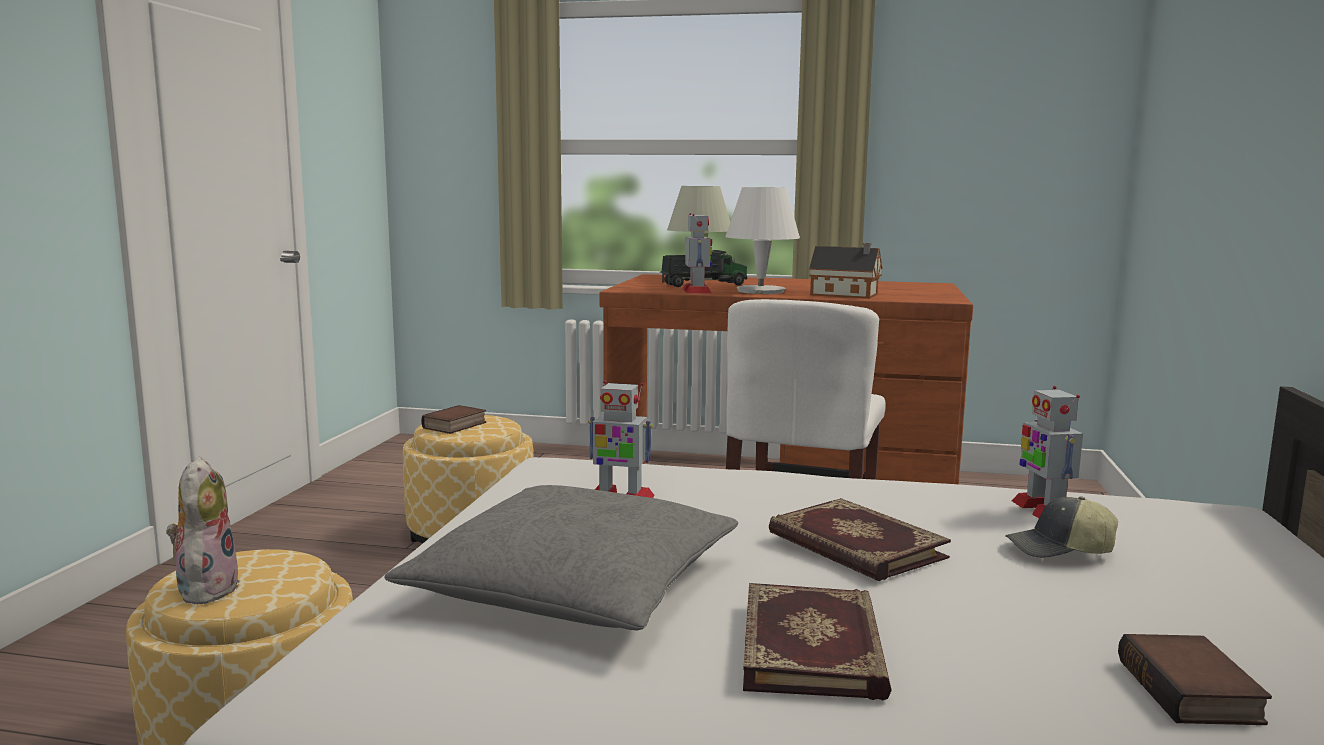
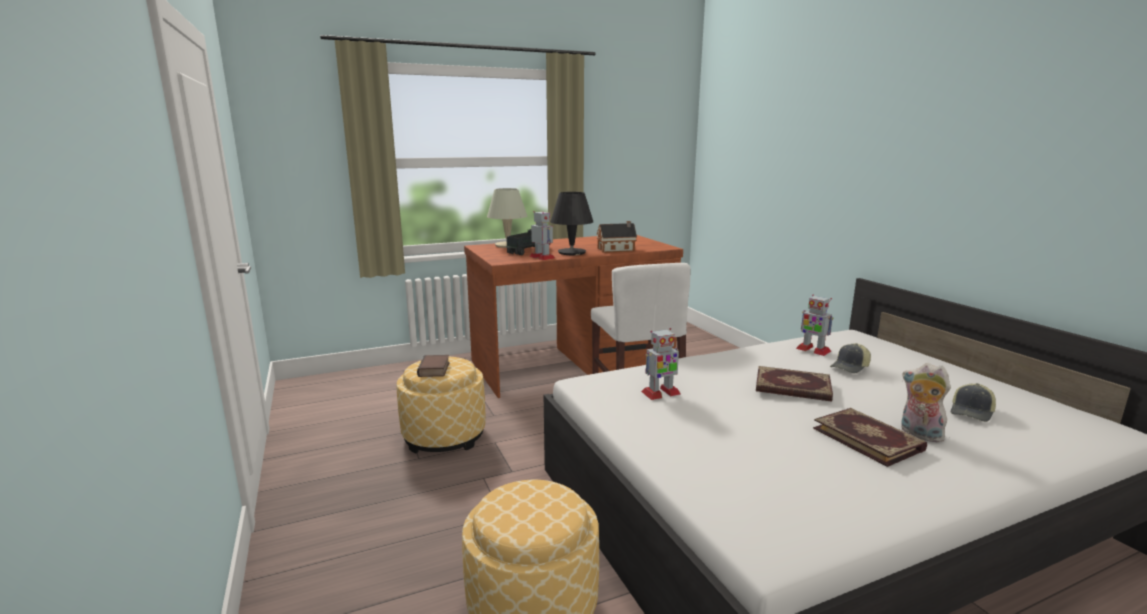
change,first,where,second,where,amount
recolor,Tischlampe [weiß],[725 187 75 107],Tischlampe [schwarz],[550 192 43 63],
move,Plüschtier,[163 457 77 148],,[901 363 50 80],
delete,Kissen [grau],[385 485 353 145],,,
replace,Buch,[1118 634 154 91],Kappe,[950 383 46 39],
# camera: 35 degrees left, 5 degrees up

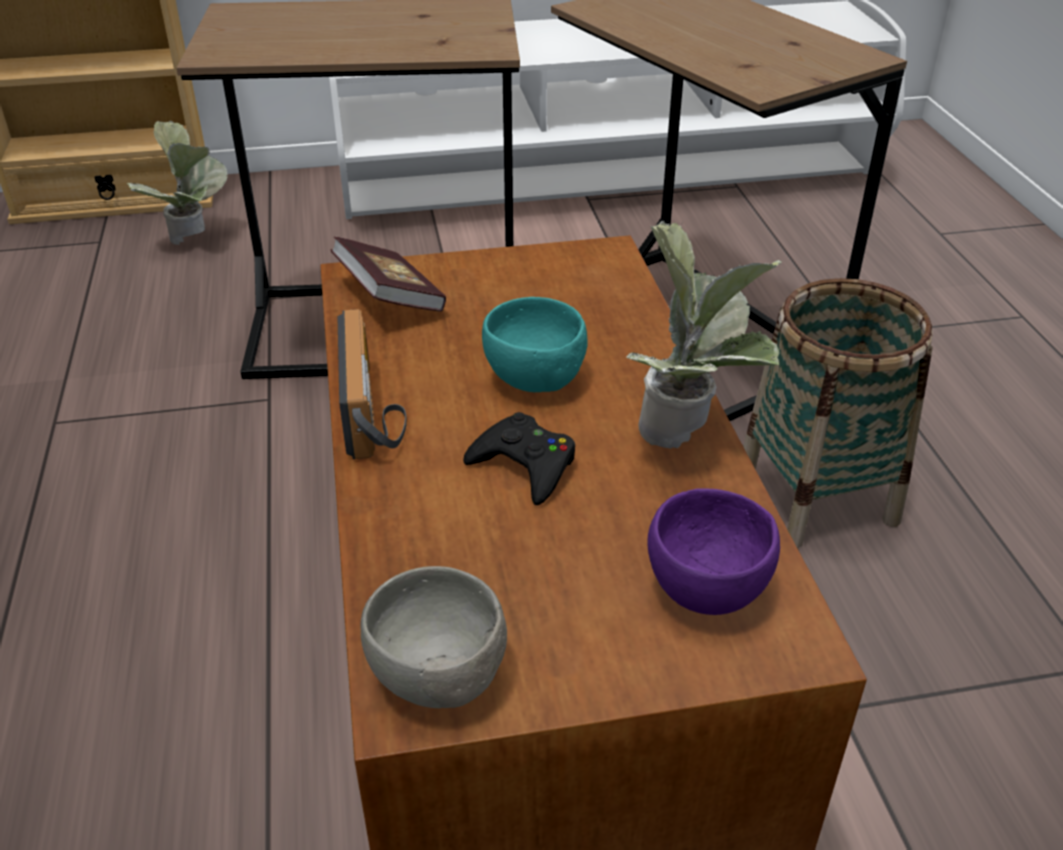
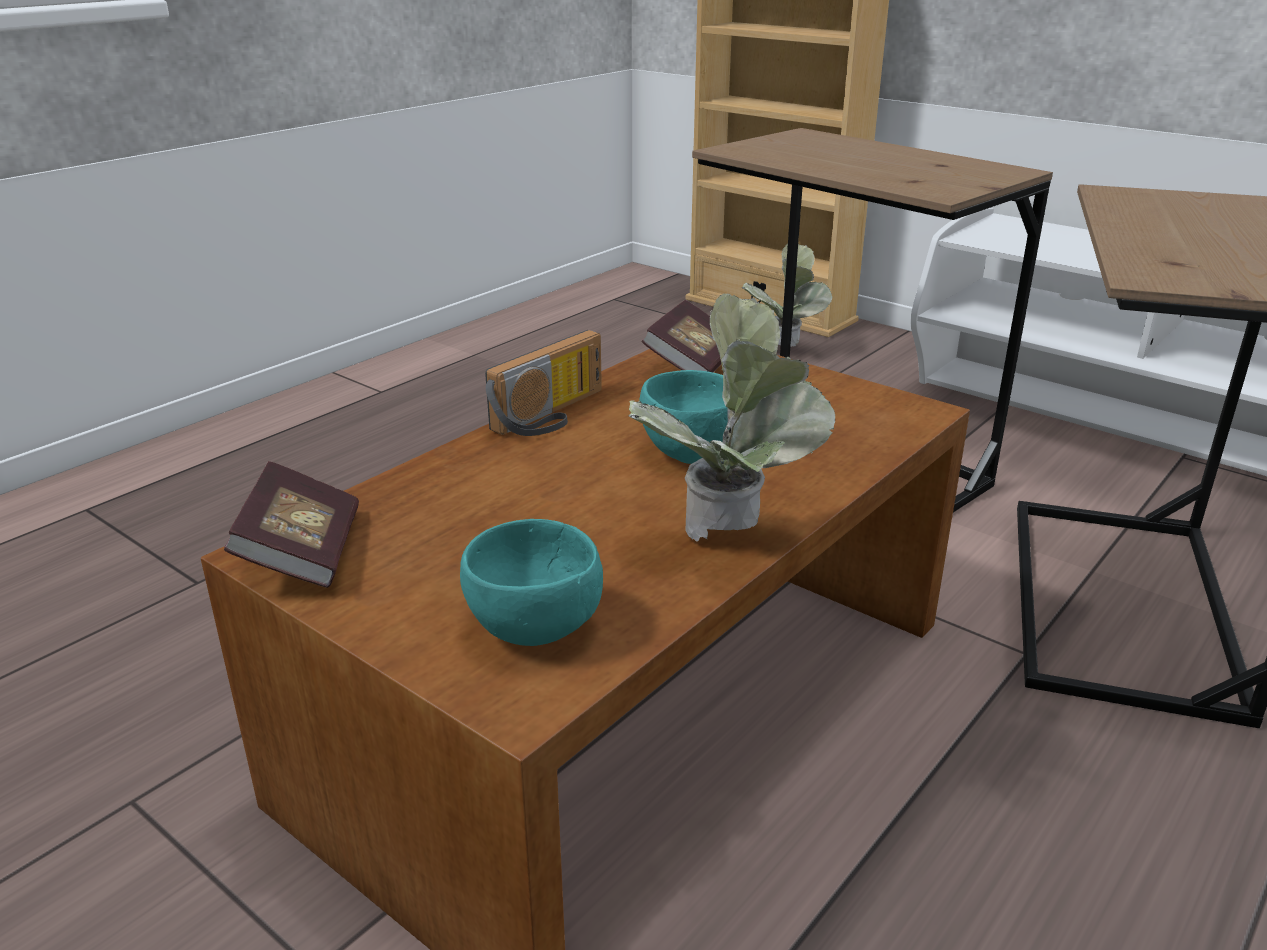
change,first,where,second,where,amount
delete,Korb,[743 278 190 270],,,
delete,Gamepad [schwarz],[463 412 112 93],,,
recolor,Schüssel [lila],[647 488 133 127],Schüssel [türkis],[460 519 143 127],
replace,Schüssel [grau],[361 566 146 142],Buch,[224 461 135 127],
# camera: 50 degrees right, 10 degrees down

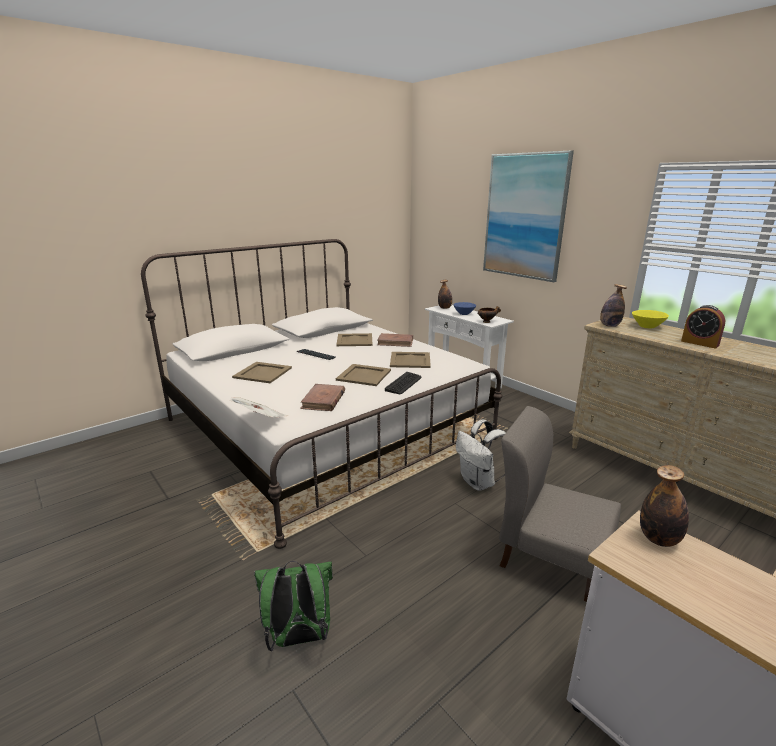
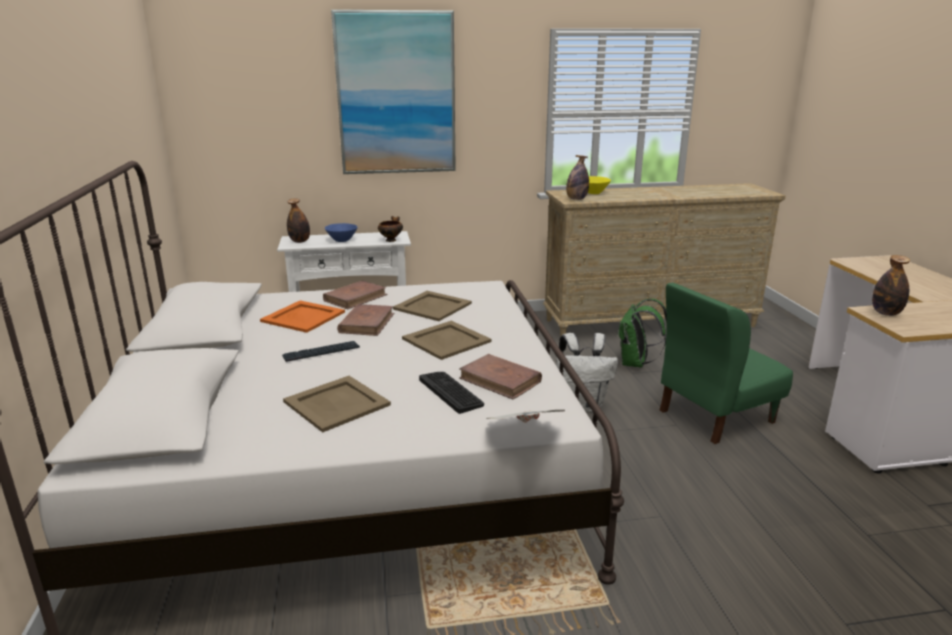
change,first,where,second,where,amount
delete,Wecker,[681 305 44 43],,,
recolor,Tablett [beige],[336 333 37 13],Tablett [orange],[260 300 85 33],
move,Tastatur,[385 372 37 22],,[419 372 65 42],
recolor,Stuhl [grau],[499 406 122 196],Stuhl [grün],[660 283 133 161],
move,Rucksack [grün],[254 561 79 90],,[618 299 48 69],
insert,,,Buch [braun],[337 304 57 32],
# camera: 60 degrees left, 0 degrees up

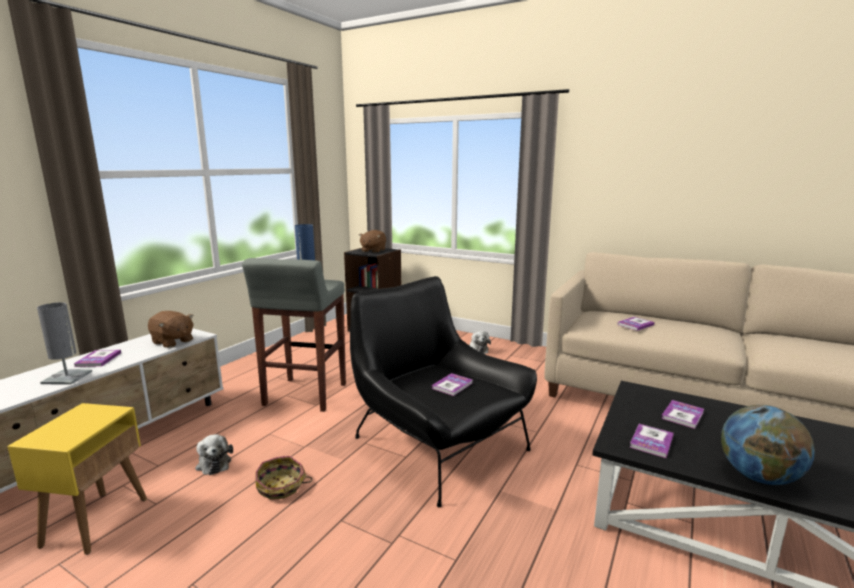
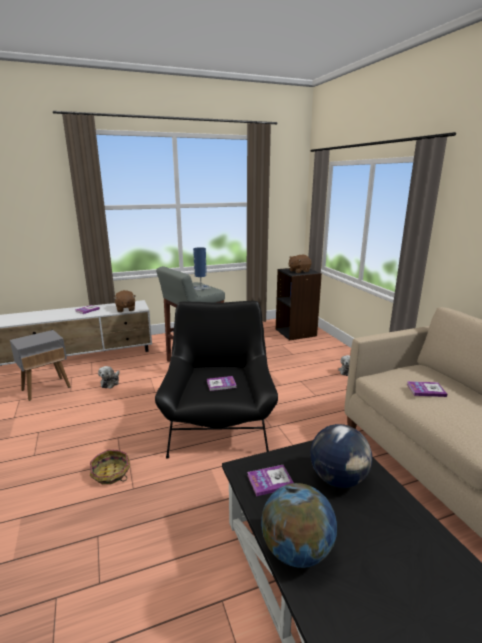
change,first,where,second,where,amount
delete,Tischlampe [grau],[37 302 55 83],,,
replace,Buch,[661 400 43 29],Globus,[310 424 62 64],
recolor,Beistelltisch [gelb],[7 403 140 152],Beistelltisch [grau],[10 330 61 71],
move,Korb,[255 456 57 44],,[90 450 40 34],
# camera: 40 degrees right, 5 degrees up

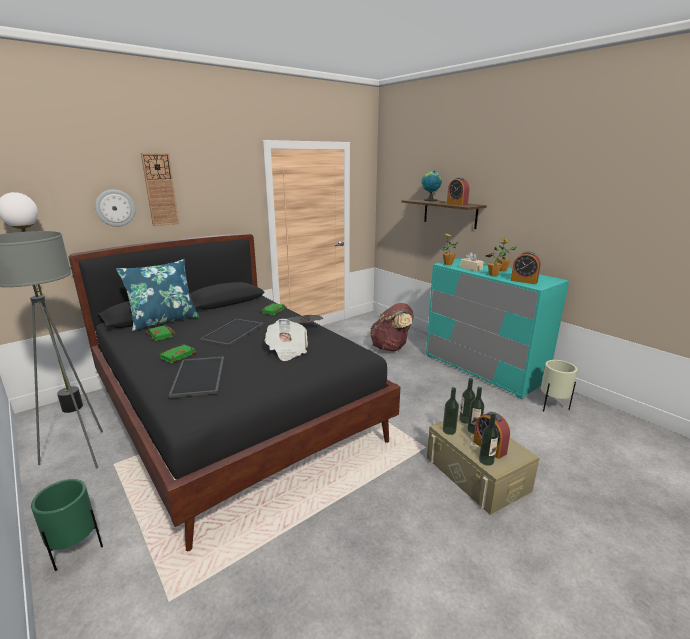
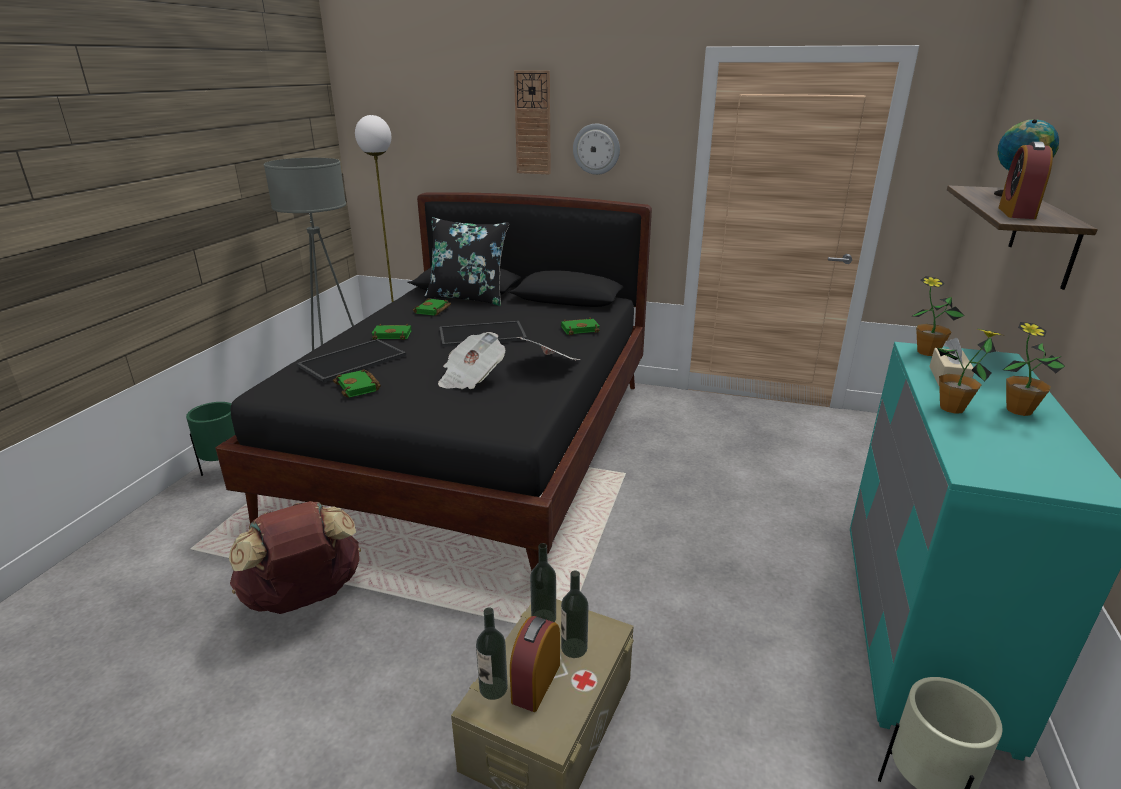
change,first,where,second,where,amount
move,Wanduhr,[95 189 41 38],,[573 124 47 51],
delete,Wecker,[511 252 29 32],,,
recolor,Kissen [blau],[116 259 83 73],Kissen [schwarz],[424 217 85 89],
move,Rucksack [braun],[370 303 44 49],,[229 501 132 113],
delete,Flasche,[459 378 17 46],,,
insert,,,Buch [grün],[333 369 48 28],
# camera: 55 degrees right, 5 degrees up

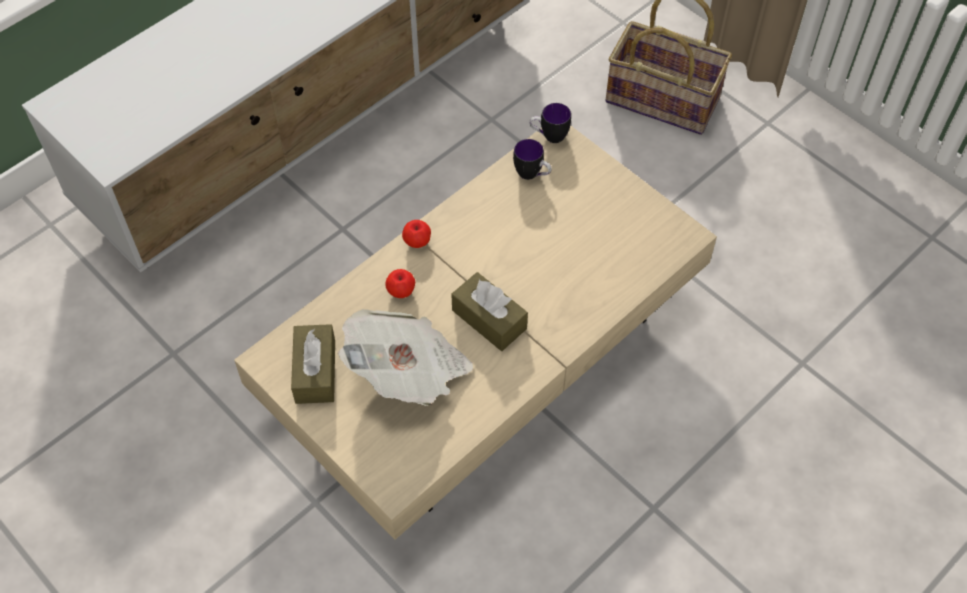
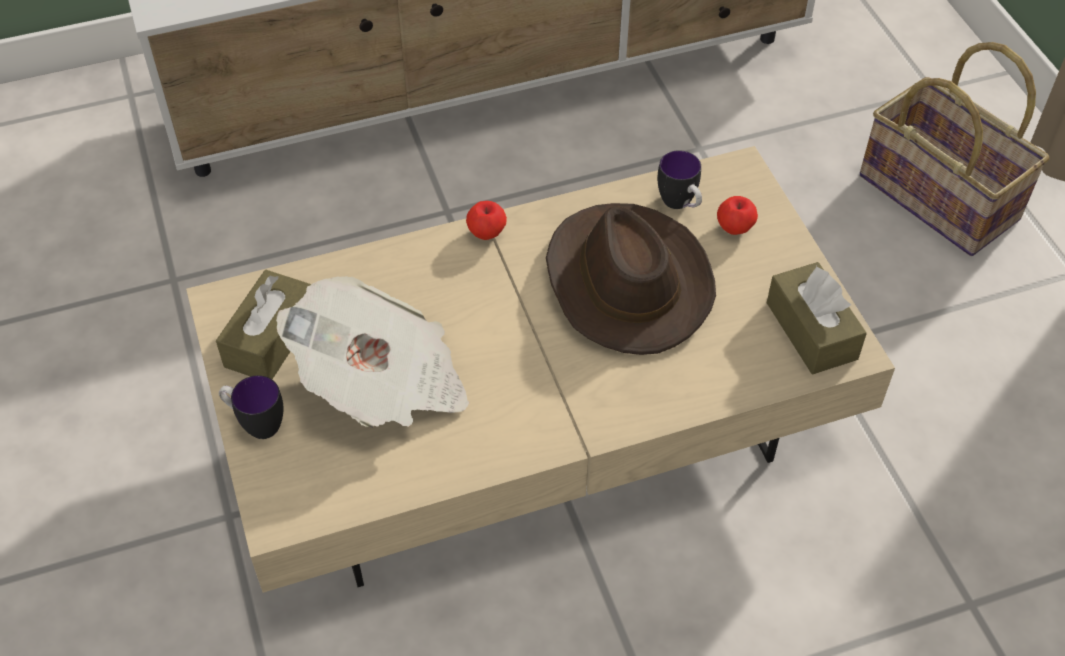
change,first,where,second,where,amount
move,Henkelbecher,[529 103 42 40],,[219 375 65 64],
move,Apfel,[385 269 30 29],,[717 196 41 39],
move,Taschentuchbox [braun],[451 272 77 79],,[767 262 100 112],
insert,,,Hut [braun],[546 203 170 152],
# camera: 25 degrees right, 5 degrees down

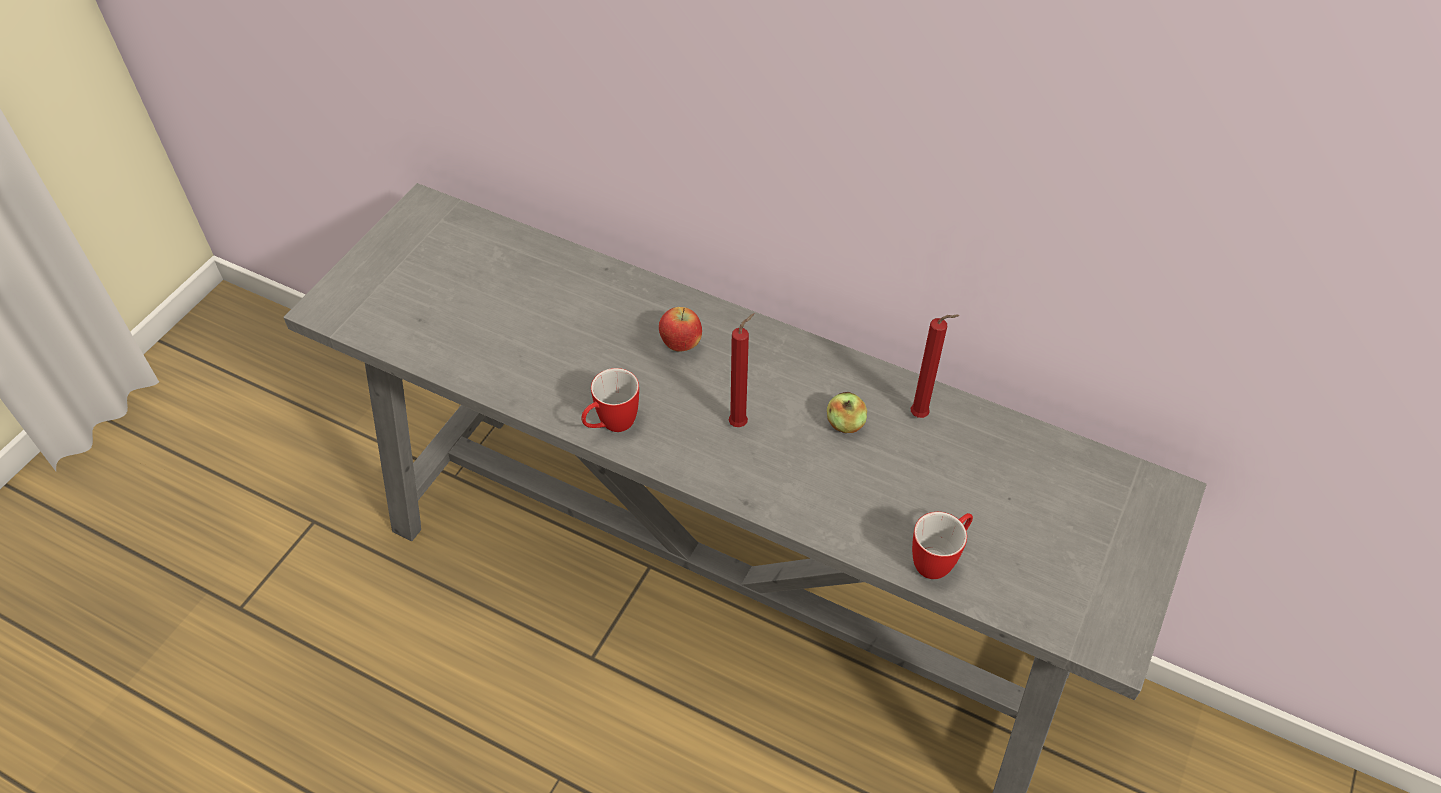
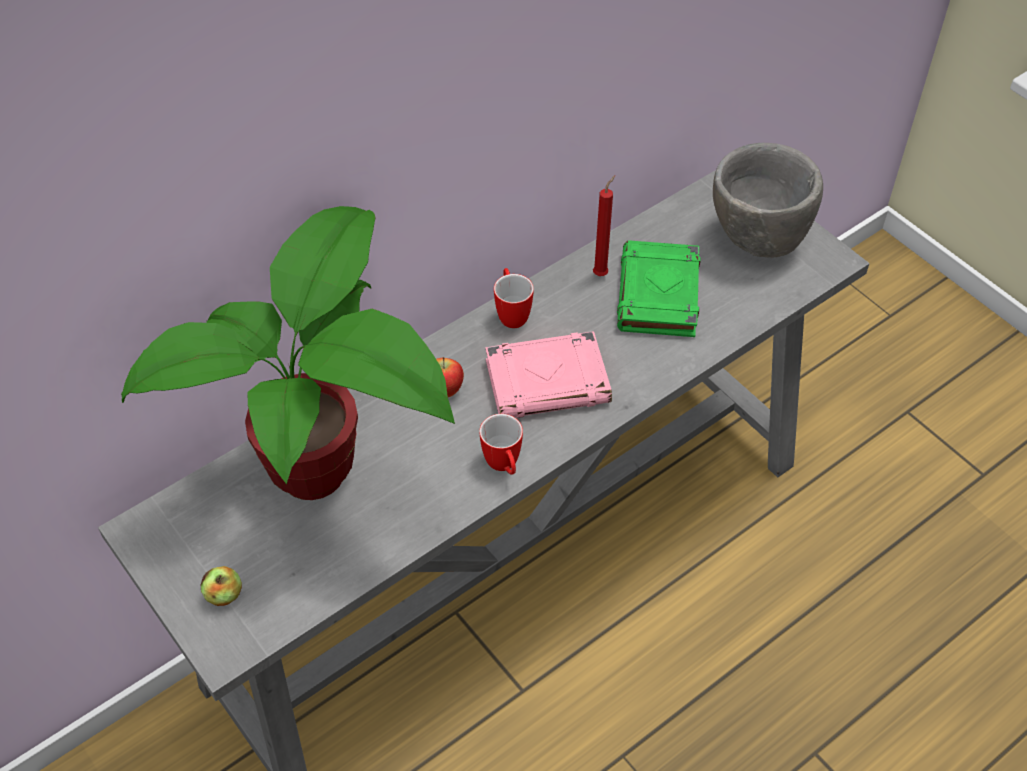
change,first,where,second,where,amount
replace,Kerze [rot],[729 314 25 113],Buch [rosa],[485 331 127 87],
move,Apfel,[827 392 40 41],,[201 566 41 40],
move,Henkelbecher,[912 512 61 67],,[494 268 40 60],
insert,,,Schüssel [grau],[713 143 110 115],
insert,,,Topfpflanze,[121 206 334 294],
insert,,,Buch [grün],[617 240 84 97],
# camera: 65 degrees left, 0 degrees up

